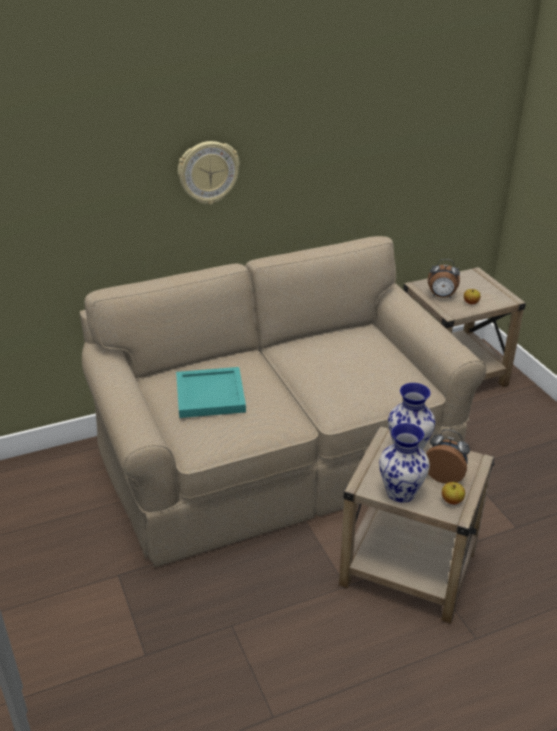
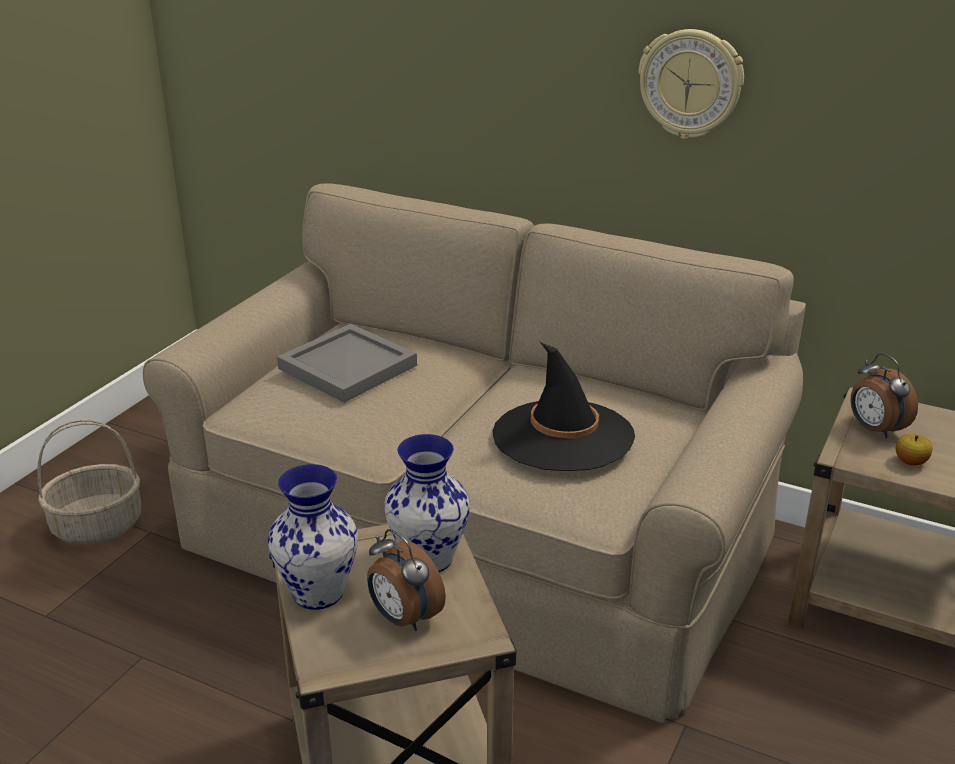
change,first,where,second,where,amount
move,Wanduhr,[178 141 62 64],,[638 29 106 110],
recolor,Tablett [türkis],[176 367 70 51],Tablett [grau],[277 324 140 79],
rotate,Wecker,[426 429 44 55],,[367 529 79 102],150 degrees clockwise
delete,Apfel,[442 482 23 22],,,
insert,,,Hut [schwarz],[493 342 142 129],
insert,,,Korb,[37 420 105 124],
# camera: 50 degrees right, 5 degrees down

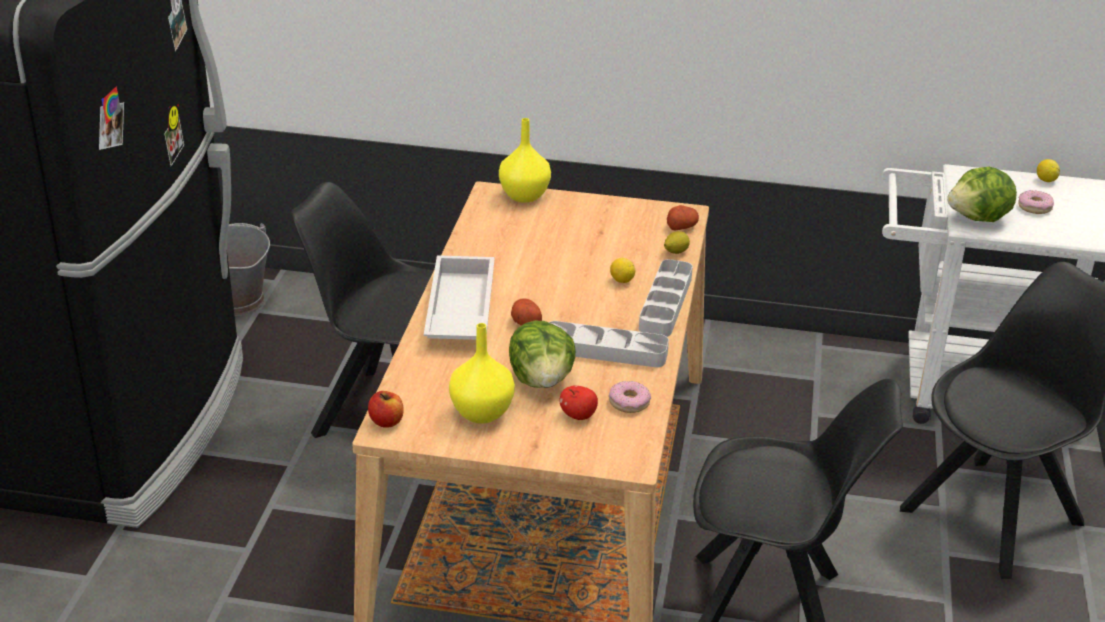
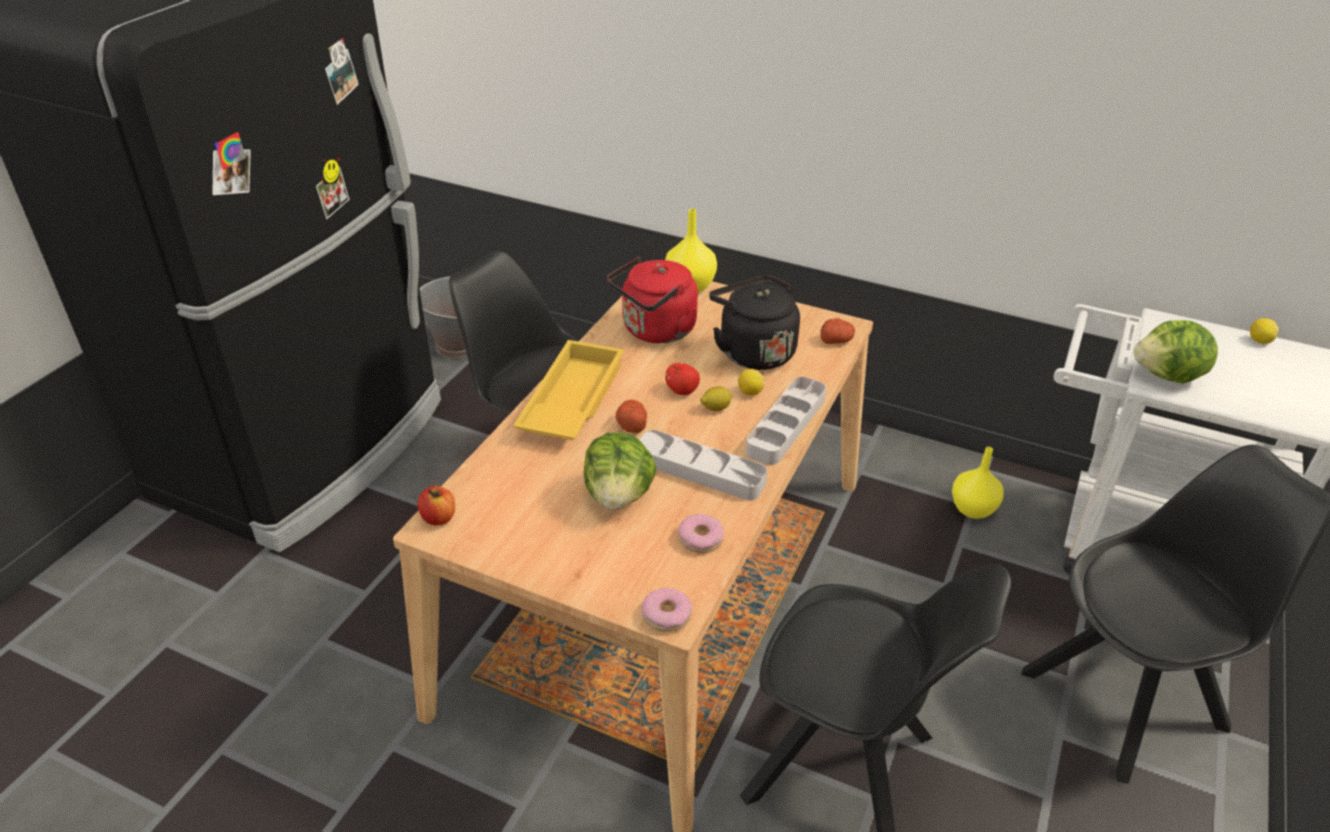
change,first,where,second,where,amount
move,Donut,[1018 190 36 24],,[642 588 50 44],
move,Zitrone,[664 231 26 23],,[700 386 32 25],
recolor,Tablett [weiß],[424 255 71 85],Tablett [gelb],[513 340 111 100],
move,Vase [gelb],[449 323 66 101],,[952 447 52 72],
move,Apfel,[559 386 39 34],,[665 363 35 32],
insert,,,Wasserkessel [rot],[607 257 91 86],
insert,,,Wasserkessel [schwarz],[709 275 91 95],
# camera: 15 degrees right, 5 degrees up

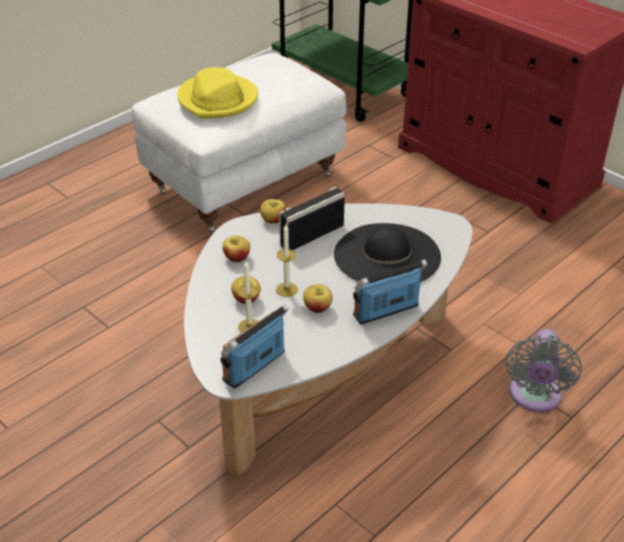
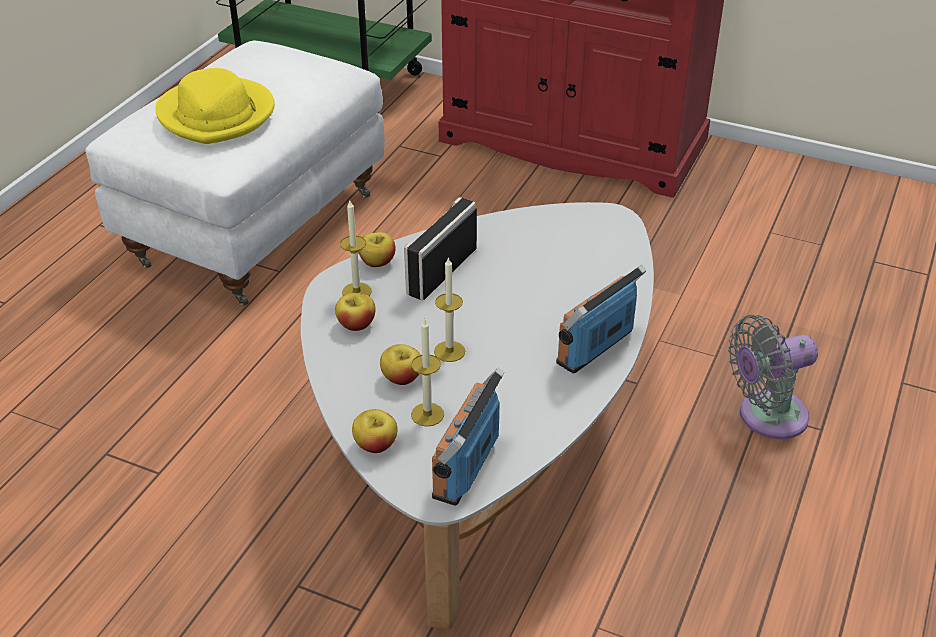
change,first,where,second,where,amount
delete,Hut [schwarz],[334 223 107 60],,,
move,Apfel,[303 284 30 29],,[352 409 45 44],
rotate,Ventilator [grau],[506 329 76 83],,[728 315 90 124],75 degrees clockwise
insert,,,Kerze,[340 201 32 95],
# camera: 20 degrees left, 0 degrees up

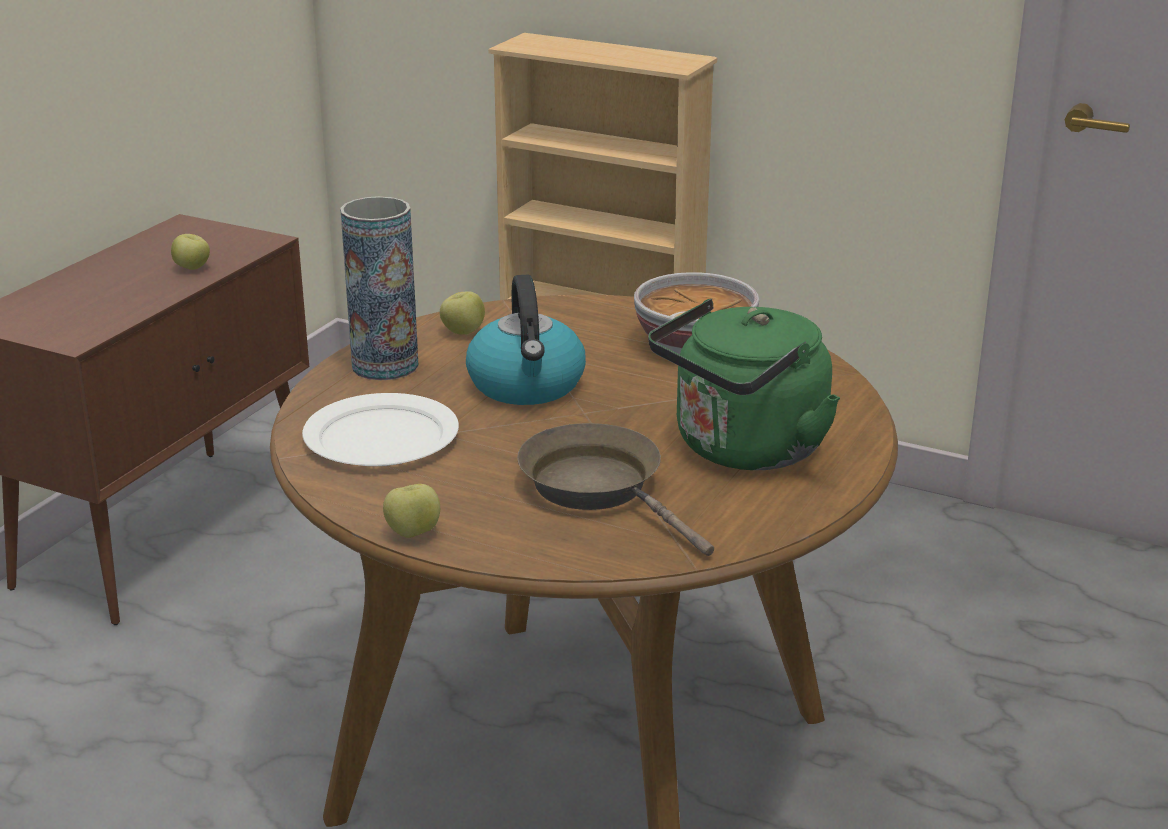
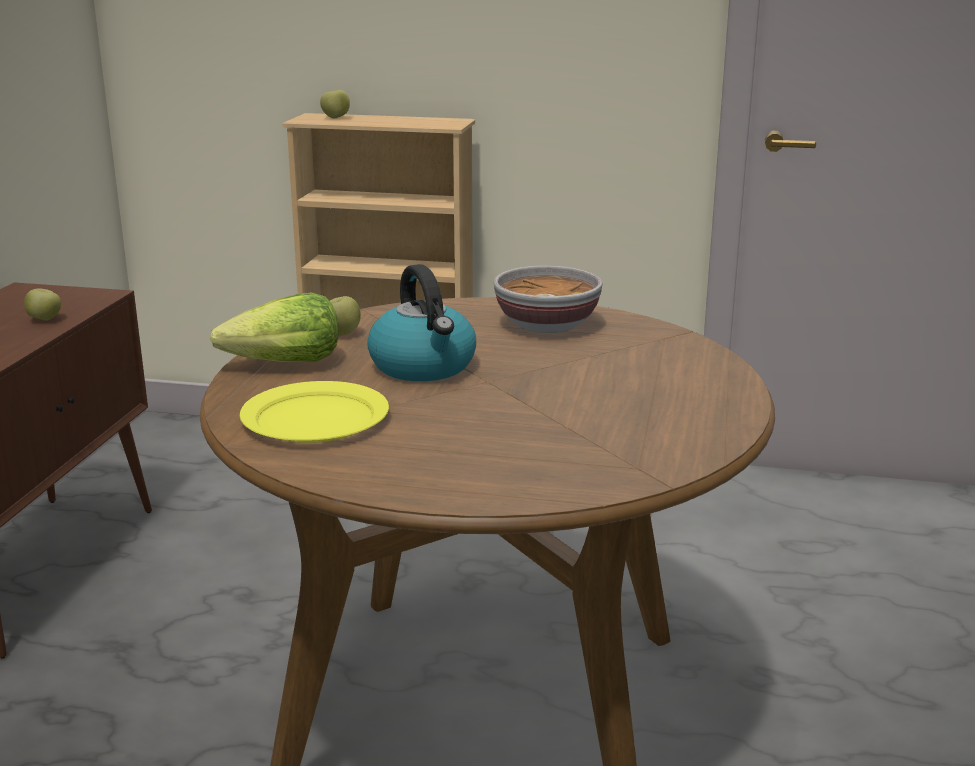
change,first,where,second,where,amount
replace,Vase,[340 196 79 184],Salatkopf,[210 293 129 69],
delete,Wasserkessel [grün],[648 299 192 171],,,
recolor,Teller [weiß],[302 393 157 73],Teller [gelb],[240 381 149 62],
delete,Pfanne [braun],[517 423 197 133],,,
move,Apfel,[383 484 57 54],,[320 90 30 28],
# camera: 15 degrees left, 5 degrees down

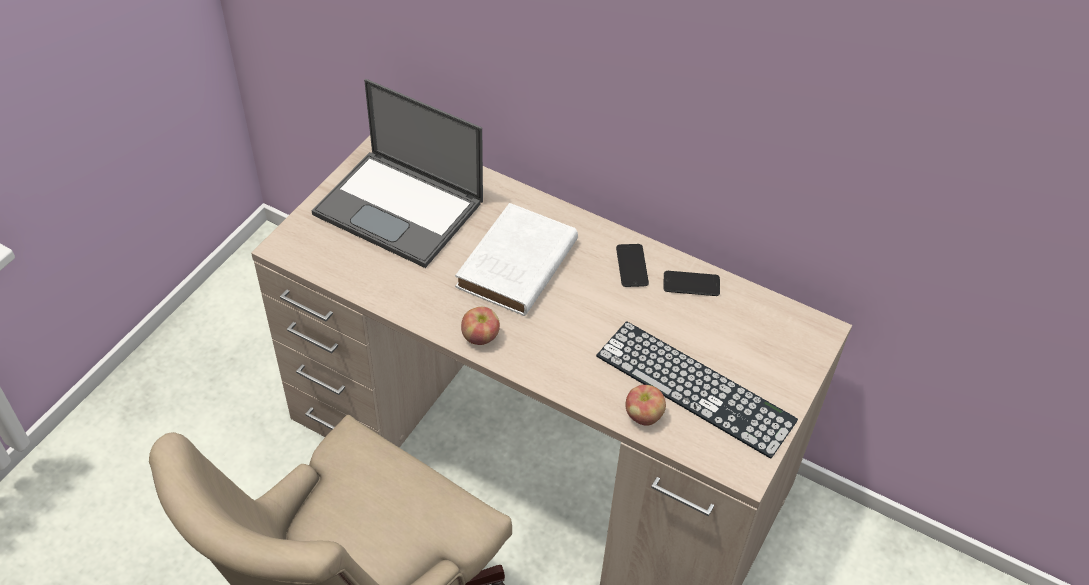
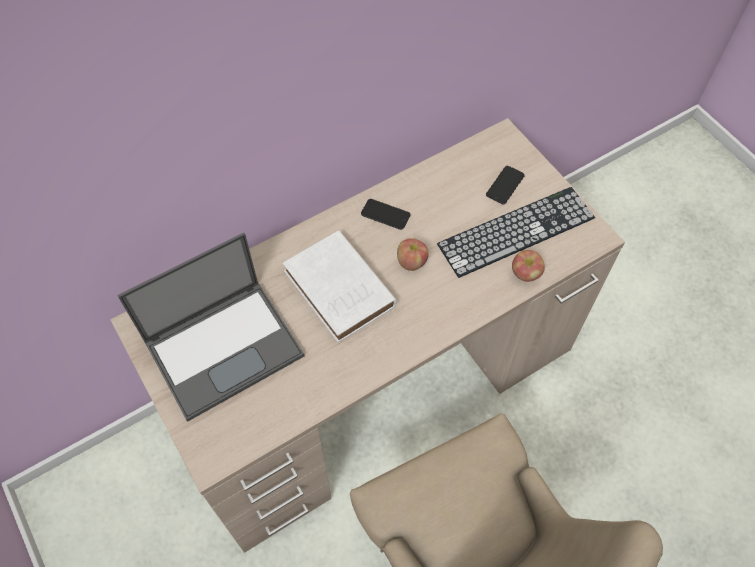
change,first,where,second,where,amount
move,Handy,[663 271 57 25],,[486 166 39 38],
move,Apfel,[461 307 39 38],,[397 238 32 33],
# camera: 60 degrees left, 10 degrees up

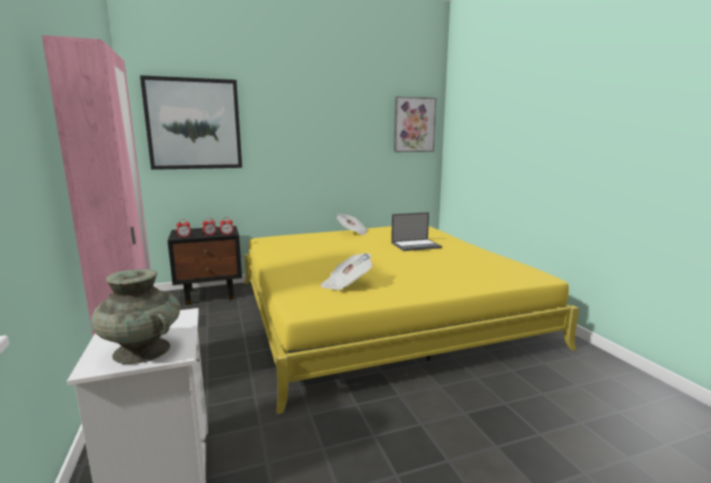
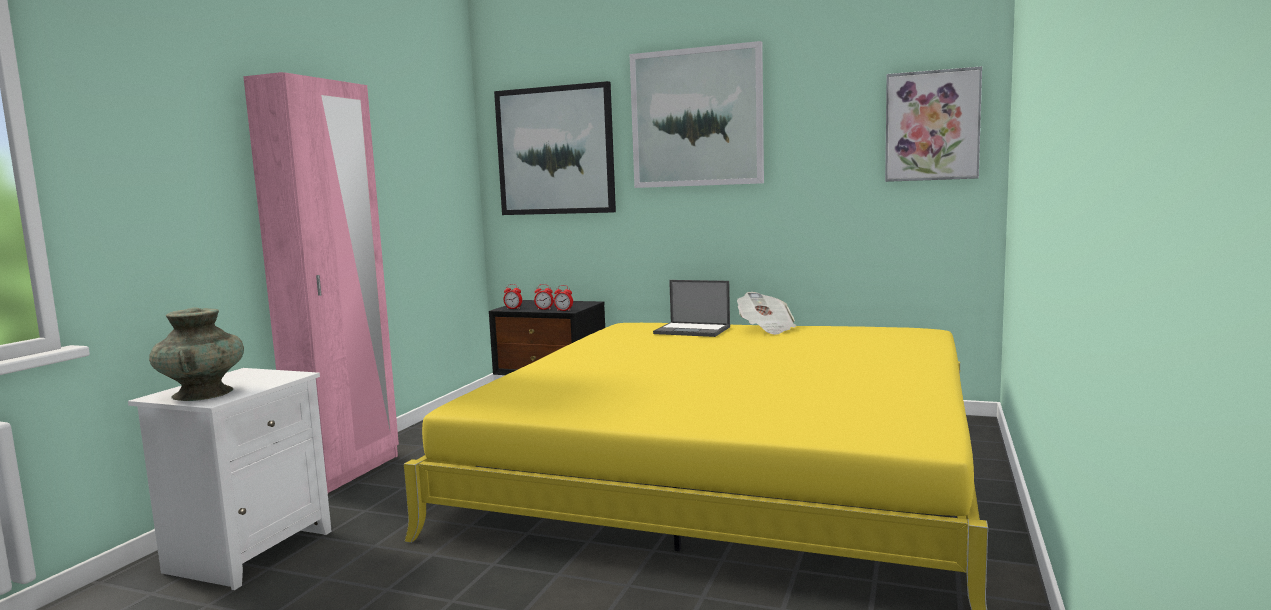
change,first,where,second,where,amount
move,Laptop,[391 212 51 39],,[653 280 77 57],
delete,Zeitung,[321 253 51 38],,,
insert,,,Bild,[630 41 134 147],
# camera: 40 degrees right, 5 degrees down

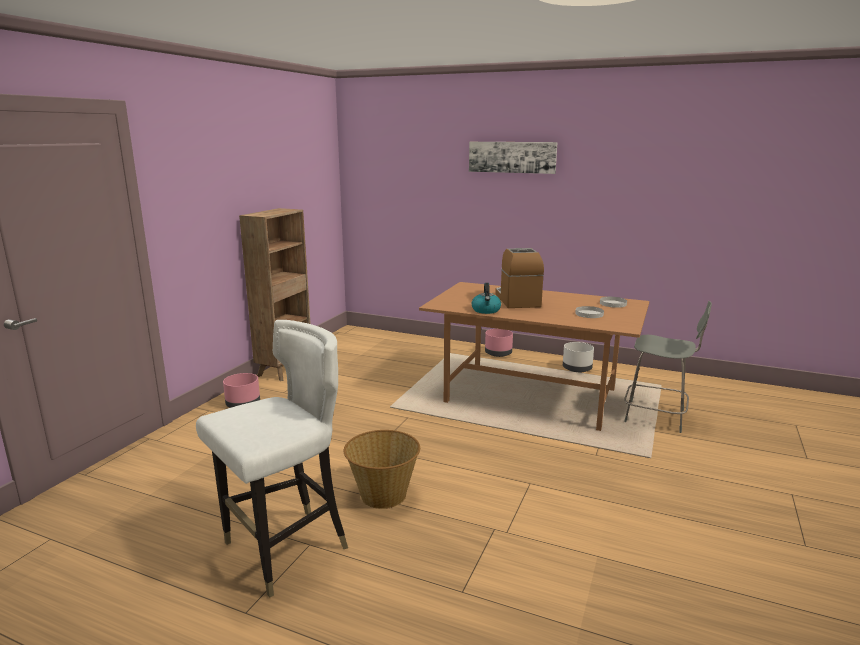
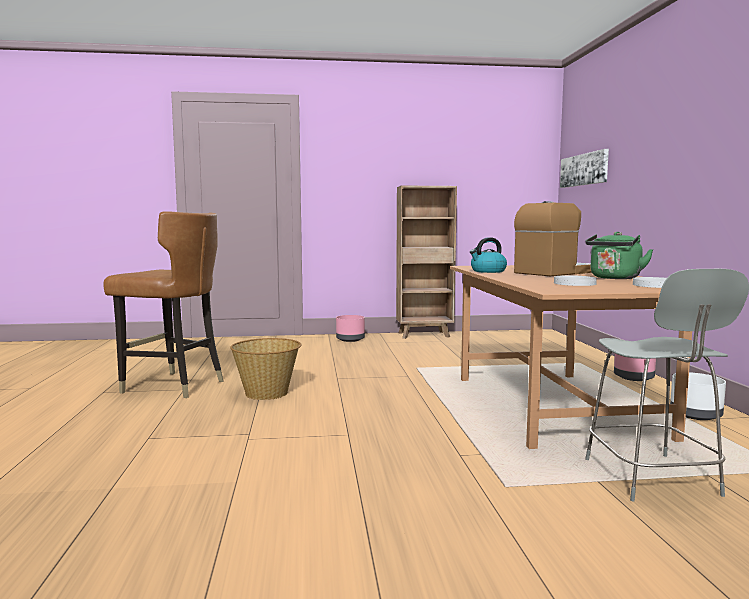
change,first,where,second,where,amount
move,Bild,[469 142 89 32],,[560 149 49 39],
recolor,Stuhl [weiß],[196 320 152 278],Stuhl [braun],[103 211 121 187],
insert,,,Wasserkessel [grün],[585 232 69 47],
# camera: 60 degrees right, 10 degrees down

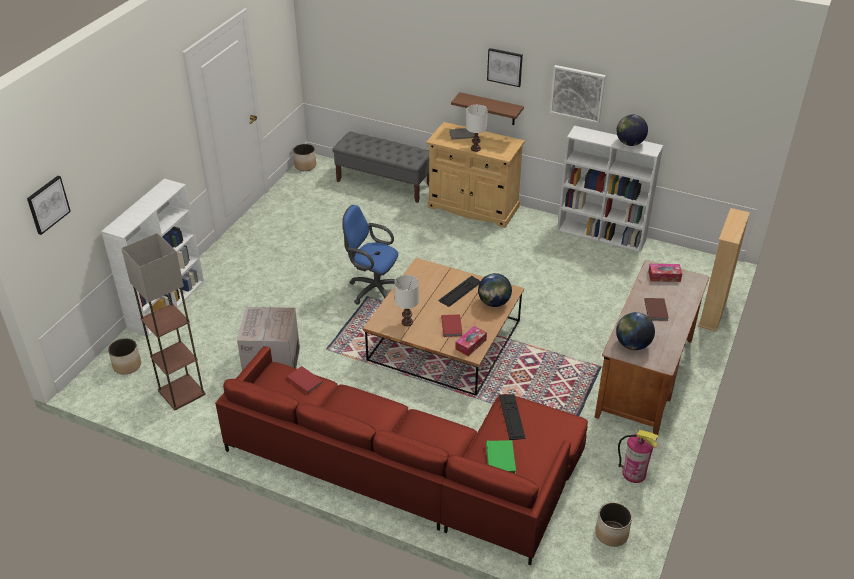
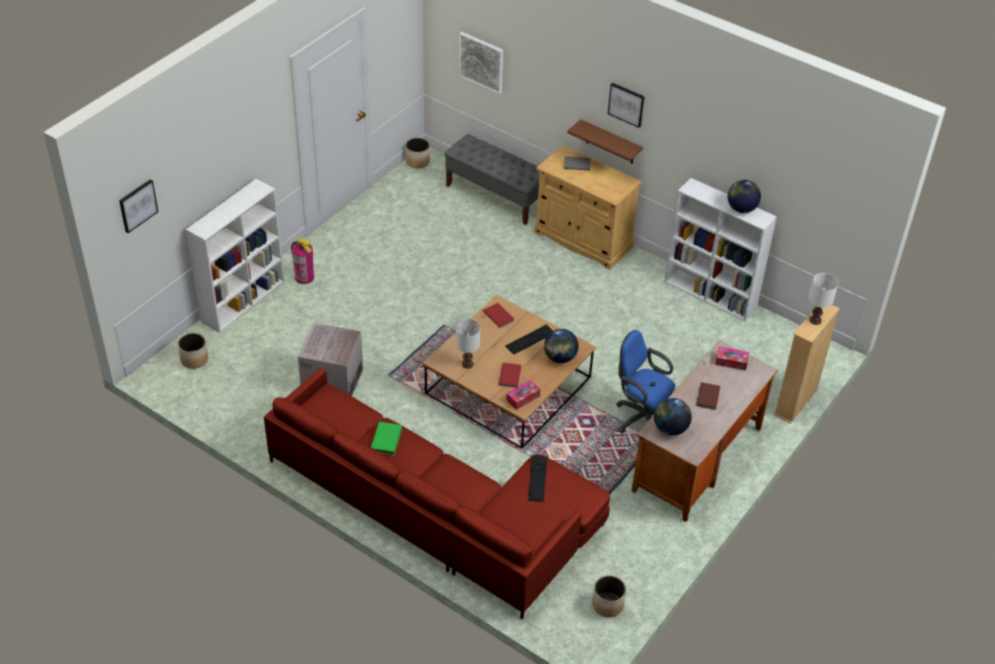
change,first,where,second,where,amount
move,Bild,[550 65 56 58],,[459 32 44 63],
move,Tischlampe [weiß],[466 105 22 47],,[808 273 30 52],
move,Bürostuhl [blau],[342 205 56 100],,[616 330 59 104],
delete,Stehlampe,[121 233 85 177],,,
move,Buch [rot],[287 366 36 28],,[483 303 31 25],
move,Feuerlöscher,[618 430 40 53],,[291 238 23 46],
move,Buch [grün],[486 440 30 34],,[371 421 31 34],
# camera: 10 degrees right, 5 degrees up

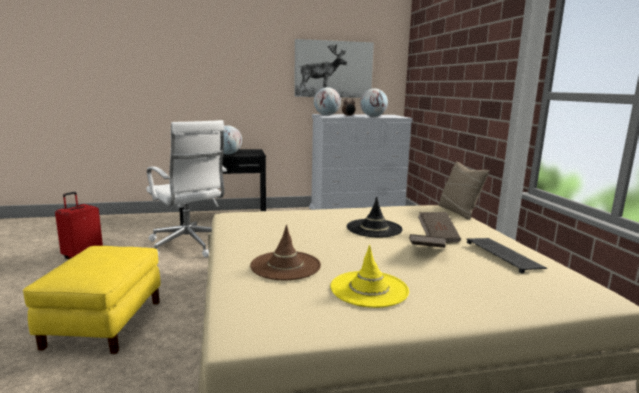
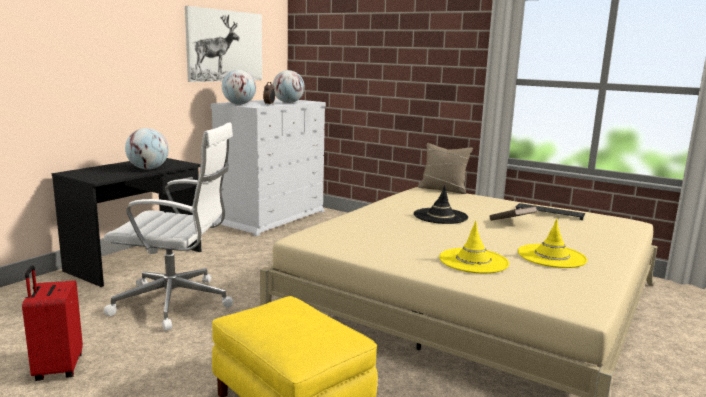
change,first,where,second,where,amount
delete,Buch [braun],[418 212 43 31],,,
recolor,Hut [braun],[250 225 71 55],Hut [gelb],[439 221 70 52],
# camera: 45 degrees left, 0 degrees up

